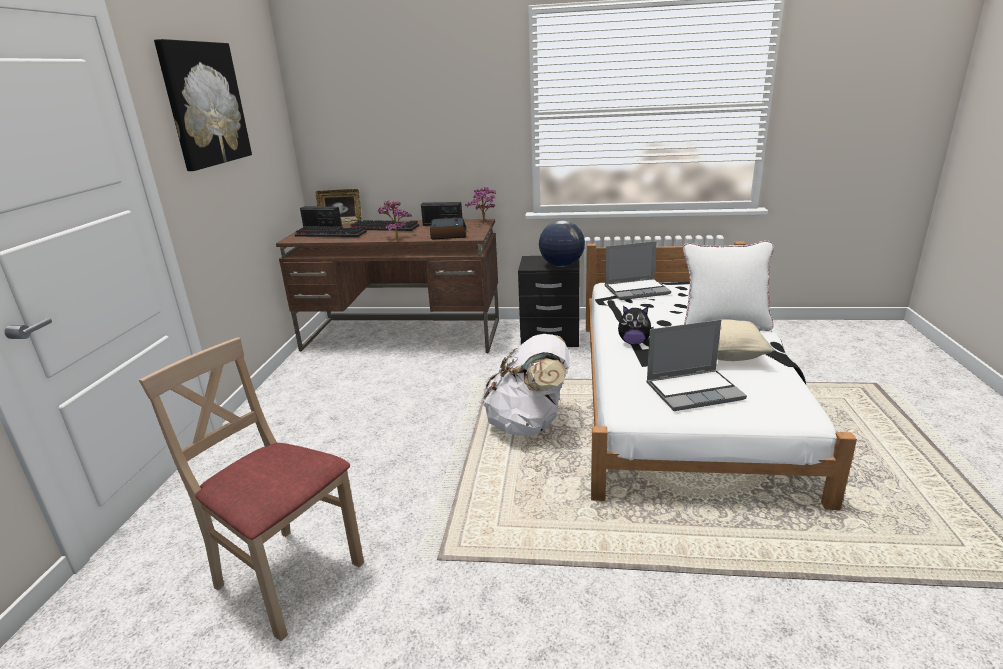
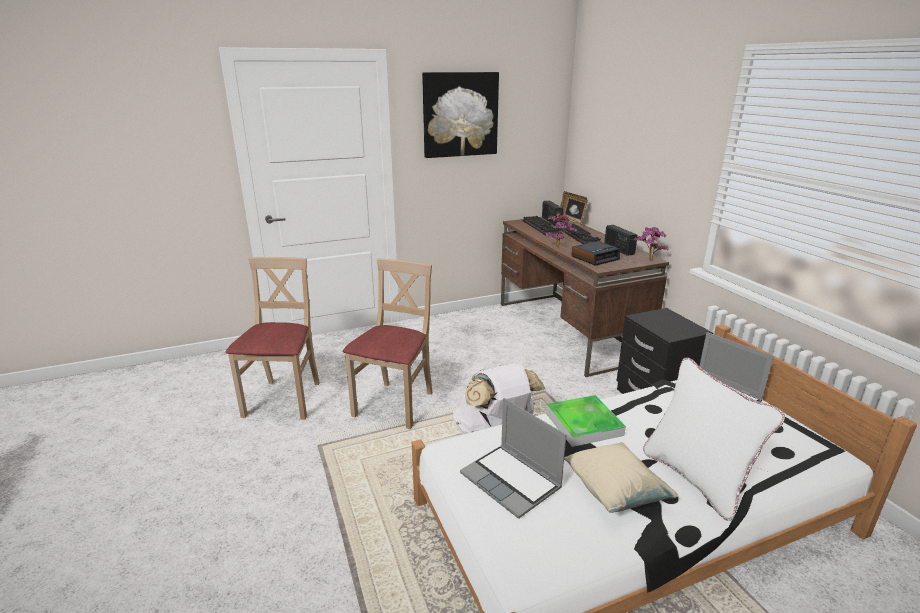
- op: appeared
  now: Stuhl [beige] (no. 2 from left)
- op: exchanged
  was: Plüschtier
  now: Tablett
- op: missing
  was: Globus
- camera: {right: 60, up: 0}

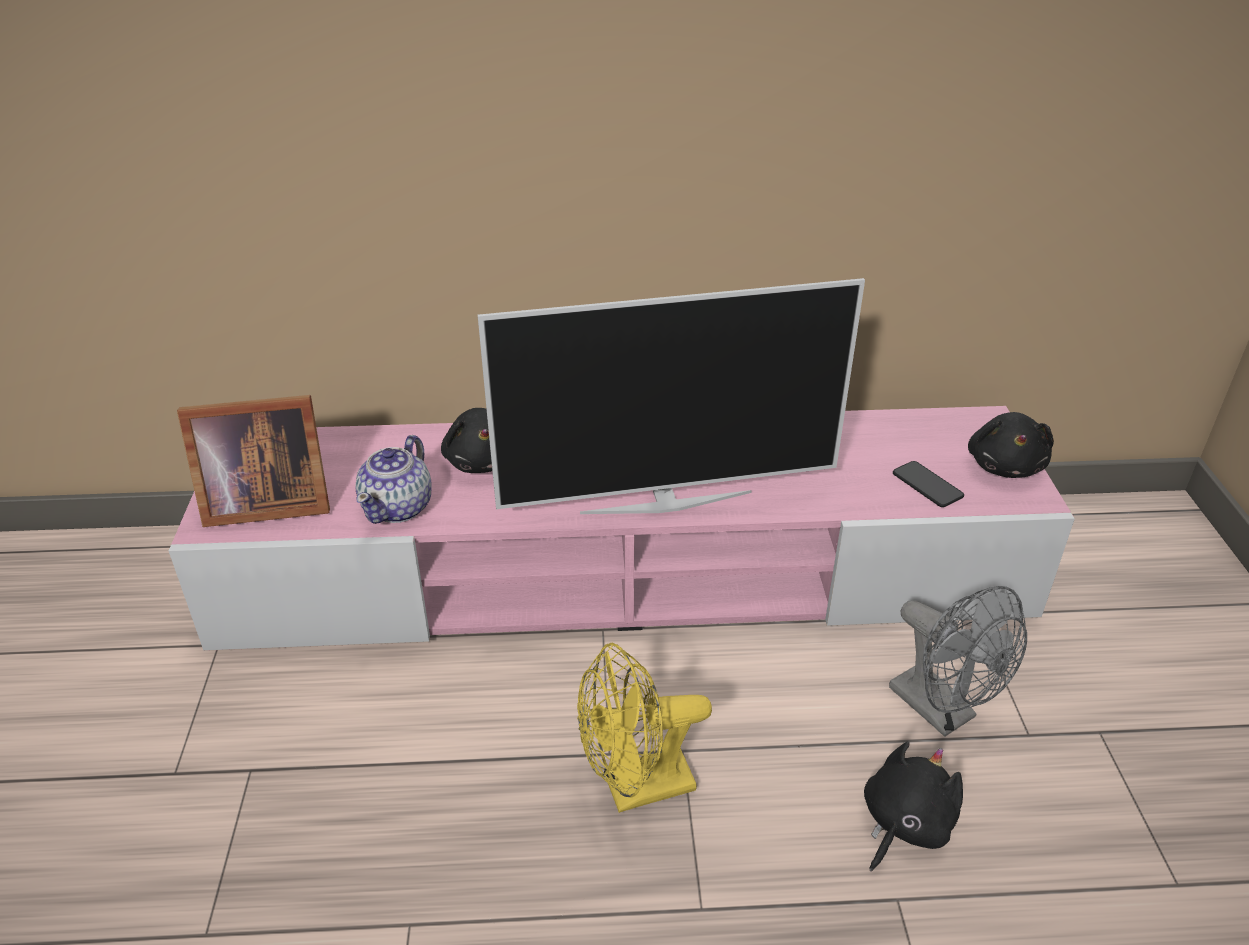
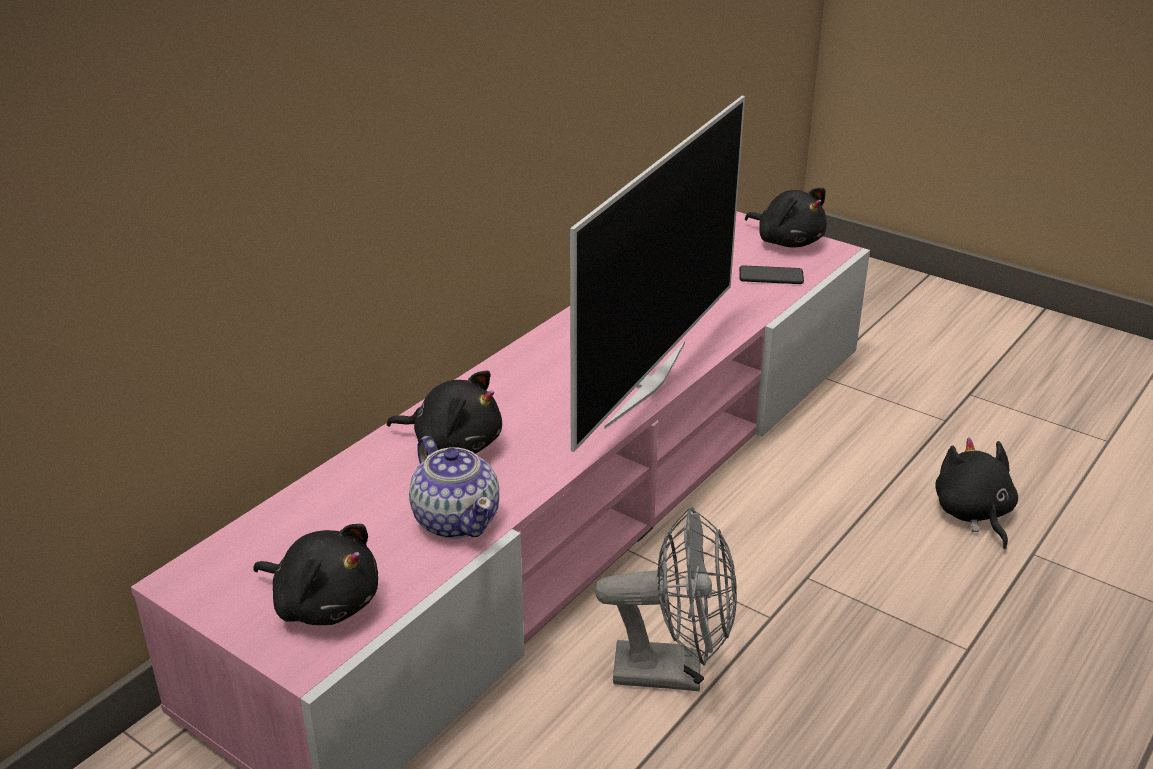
- op: exchanged
  was: Bilderrahmen
  now: Plüschtier [schwarz] (no. 1 from left)
- op: relocated
  was: Ventilator [grau]
- op: missing
  was: Ventilator [gelb]
- camera: {right: -50, up: -5}

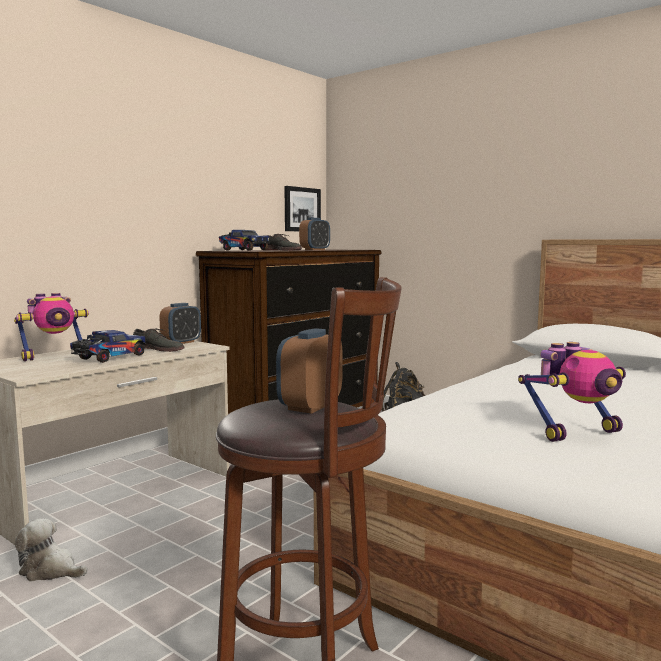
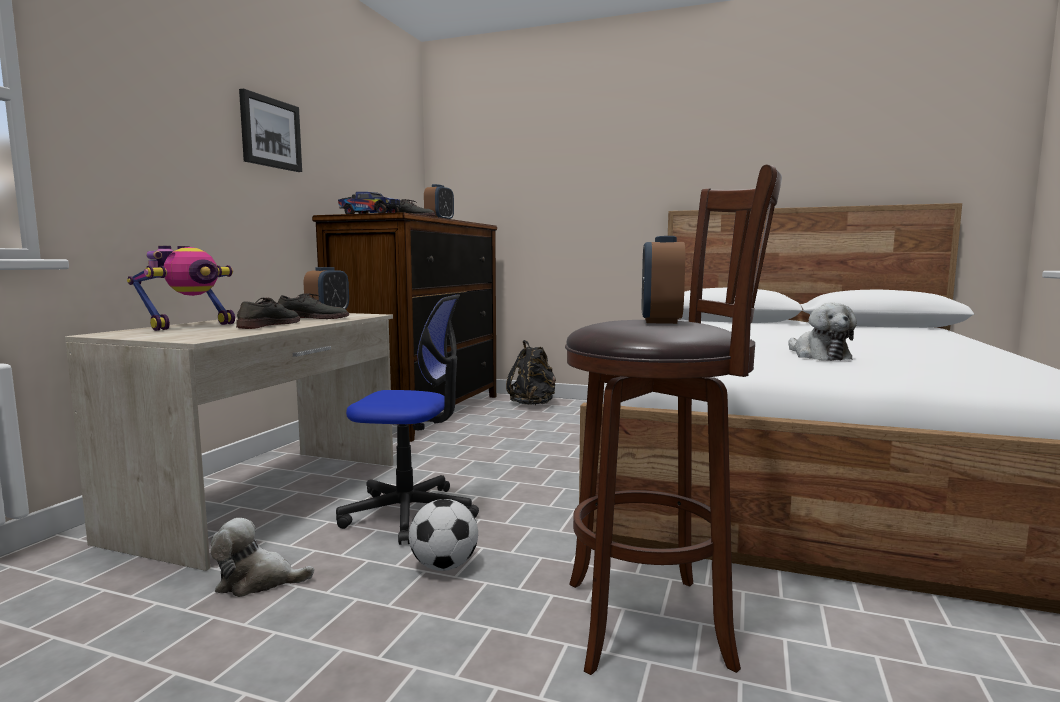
- op: exchanged
  was: Spielzeuglaster (no. 1 from left)
  now: Schuh [grau] (no. 1 from left)
- op: relocated
  was: Bild
- op: appeared
  now: Bürostuhl
- op: appeared
  now: Fußball
- op: exchanged
  was: Spielzeugroboter (no. 2 from left)
  now: Plüschtier (no. 2 from left)
- camera: {right: -20, up: 0}

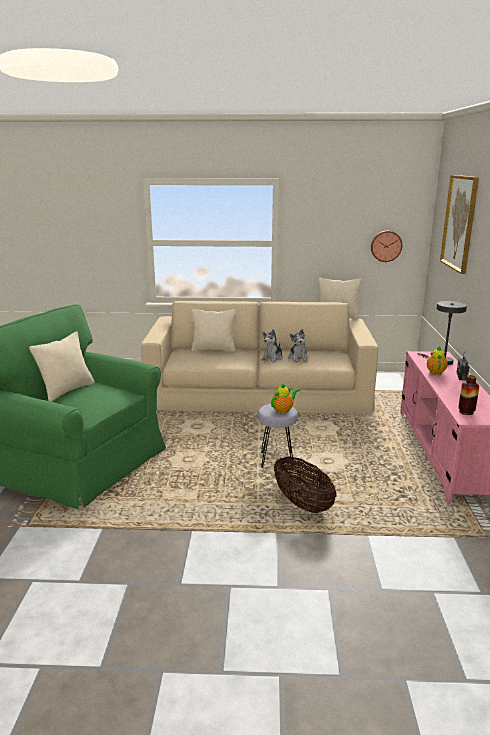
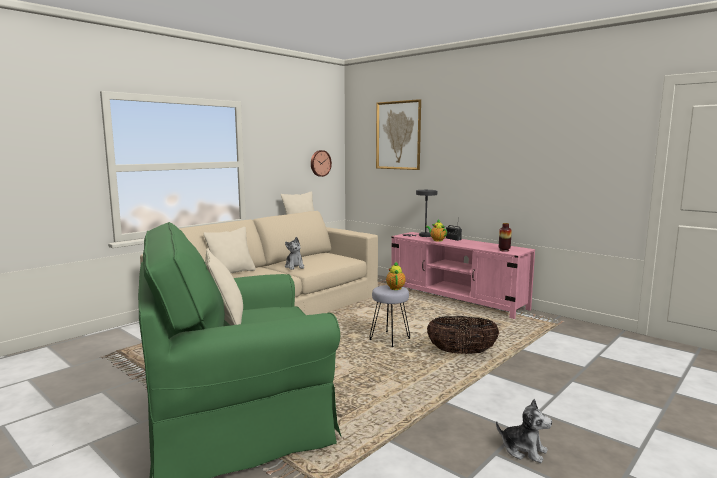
- op: relocated
  was: Plüschtier (no. 2 from left)
- camera: {right: -50, up: -10}

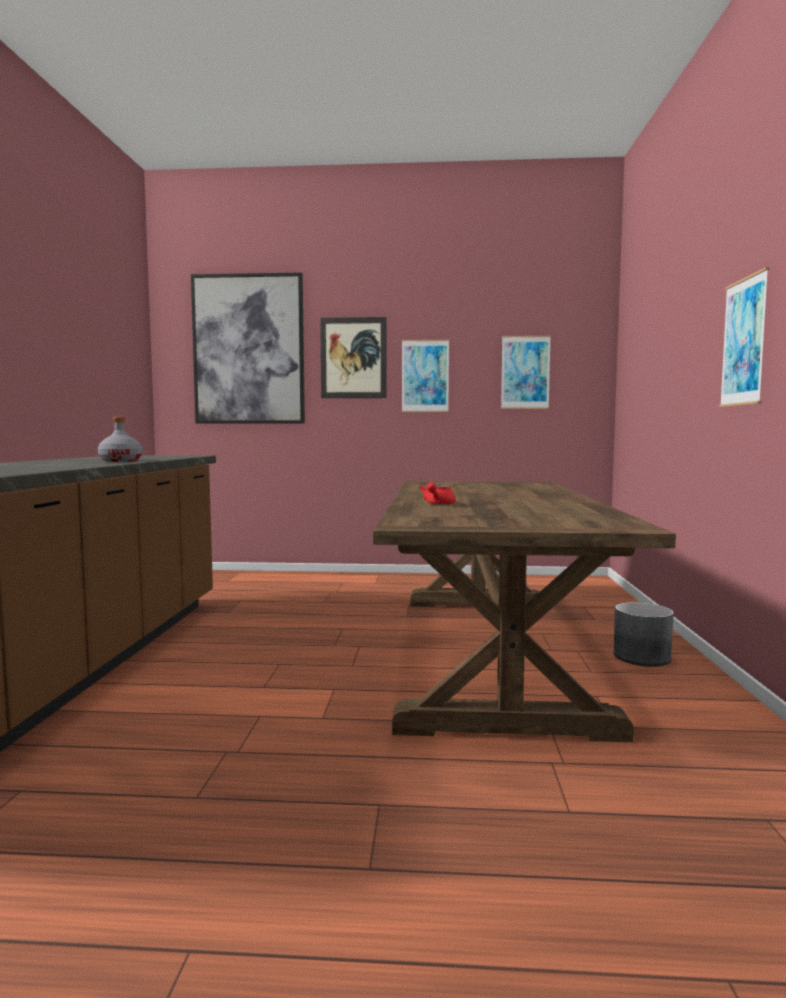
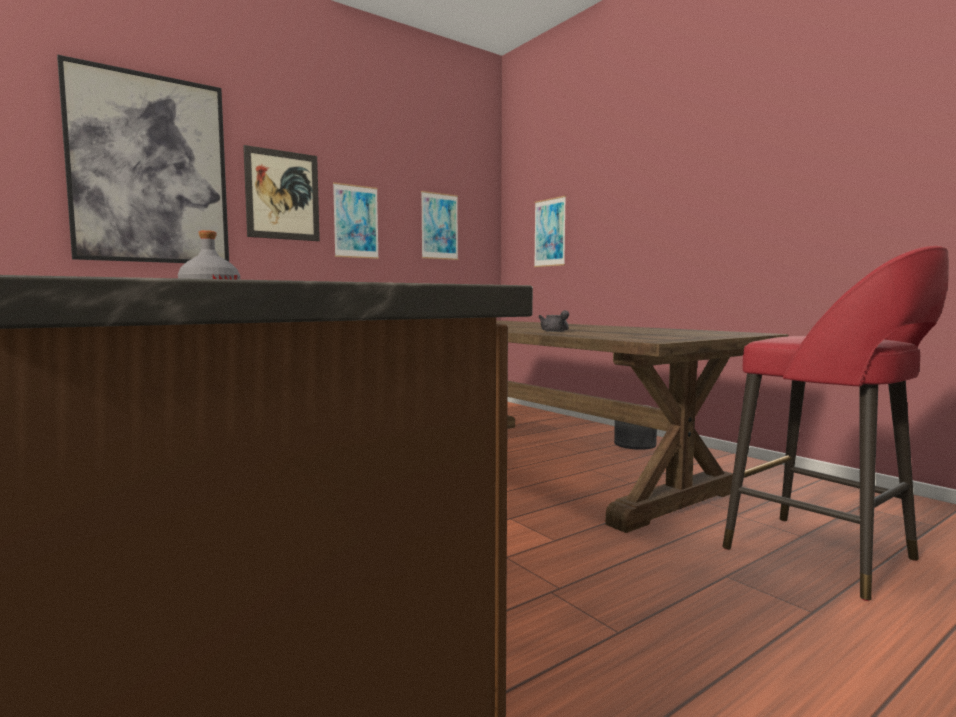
- op: relocated
  was: Bild (no. 5 from left)
- op: colour
  was: Teekanne [rot]
  now: Teekanne [grau]
- op: appeared
  now: Hocker [rot]
- camera: {right: -40, up: 0}

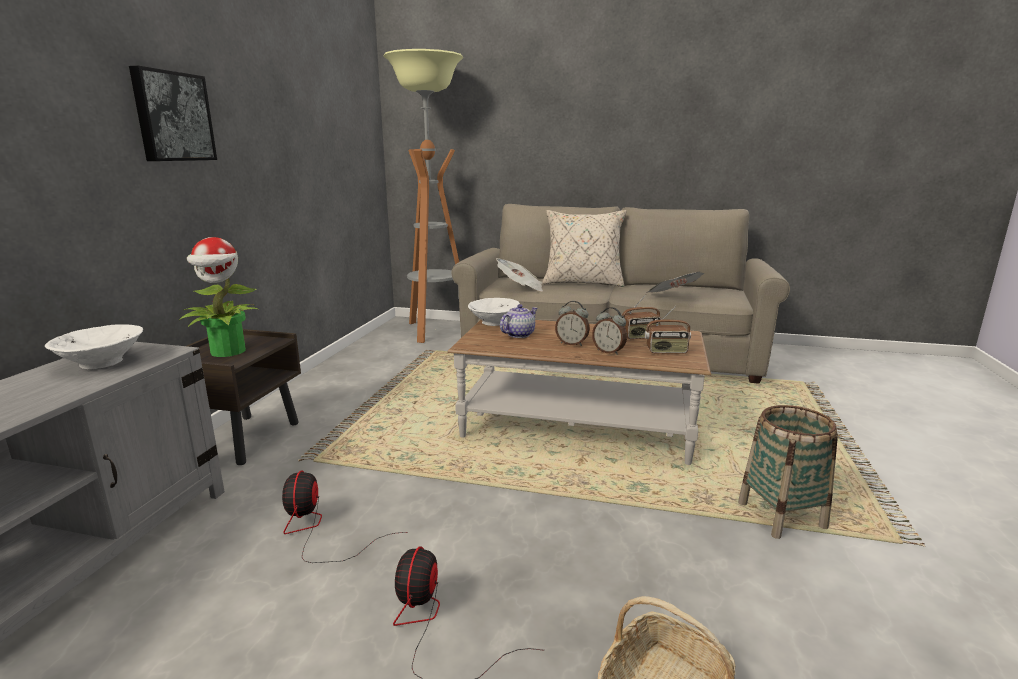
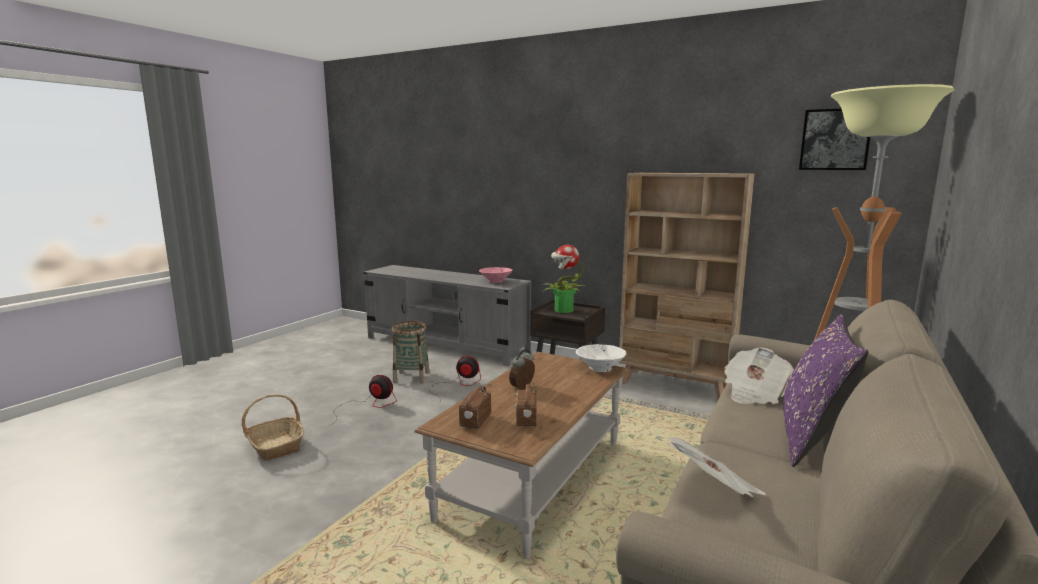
- op: relocated
  was: Korb (no. 2 from left)
- op: colour
  was: Schüssel [weiß] (no. 1 from left)
  now: Schüssel [rosa]
- op: appeared
  now: Bücherregal [beige]
- op: colour
  was: Kissen [beige]
  now: Kissen [lila]
- op: relocated
  was: Bild
- op: missing
  was: Teekanne
- op: missing
  was: Wecker (no. 2 from left)
- camera: {right: 105, up: -5}

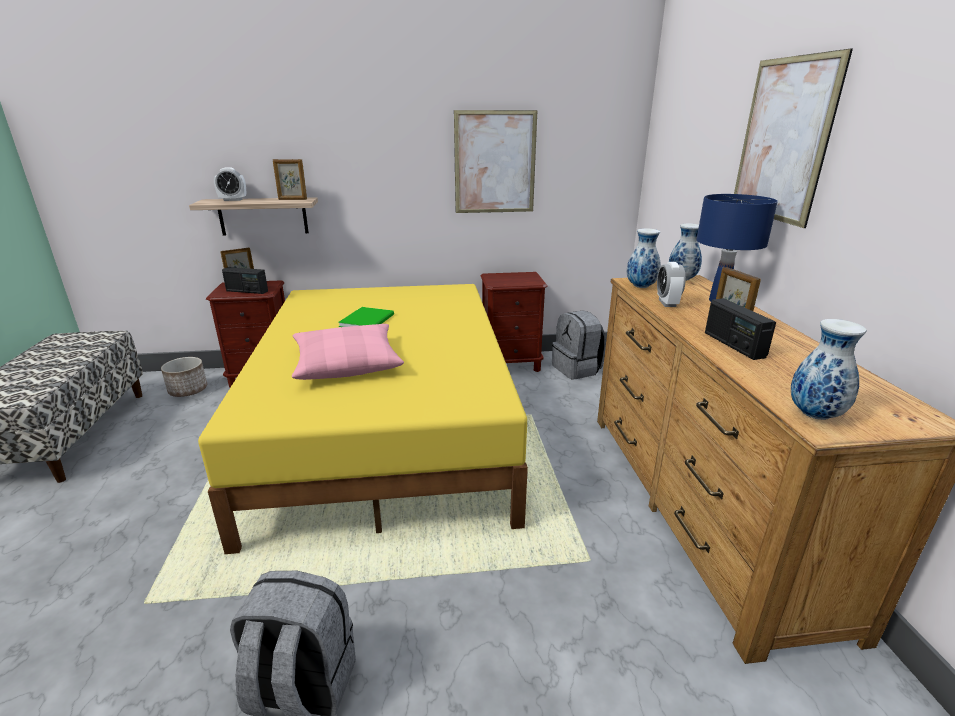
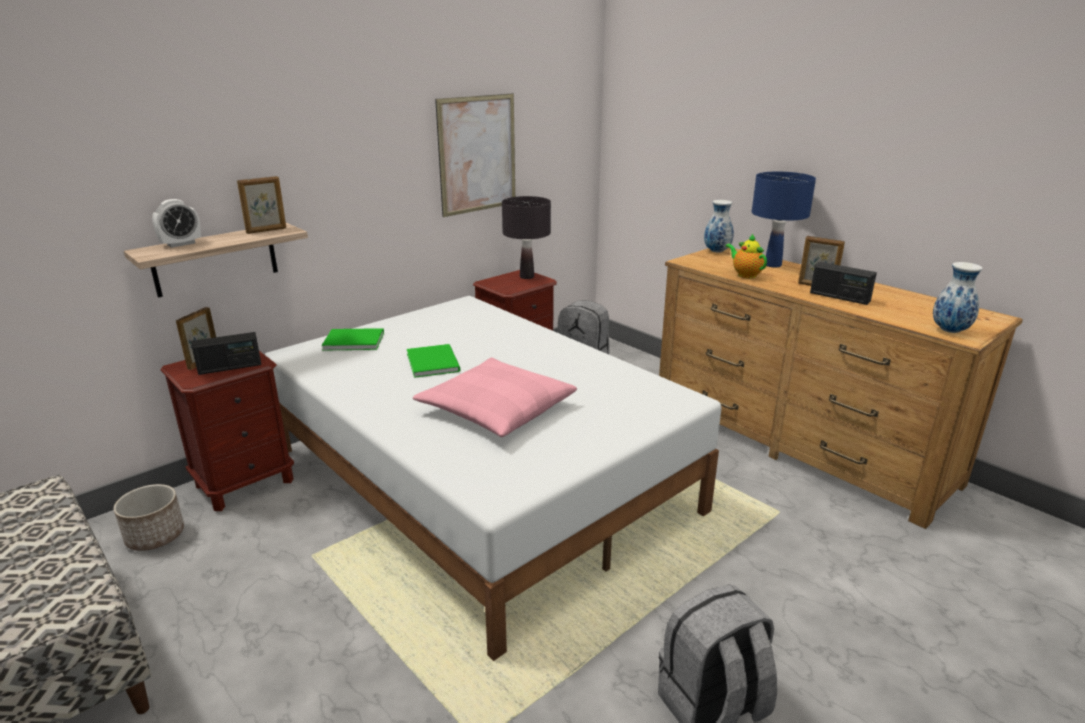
- op: colour
  was: Bett [gelb]
  now: Bett [weiß]
- op: appeared
  now: Buch [grün] (no. 1 from left)
- op: appeared
  now: Tischlampe [schwarz]
- op: exchanged
  was: Wecker (no. 2 from left)
  now: Teekanne
- op: missing
  was: Vase (no. 1 from left)
- op: missing
  was: Bild (no. 2 from left)
- camera: {right: -35, up: 0}

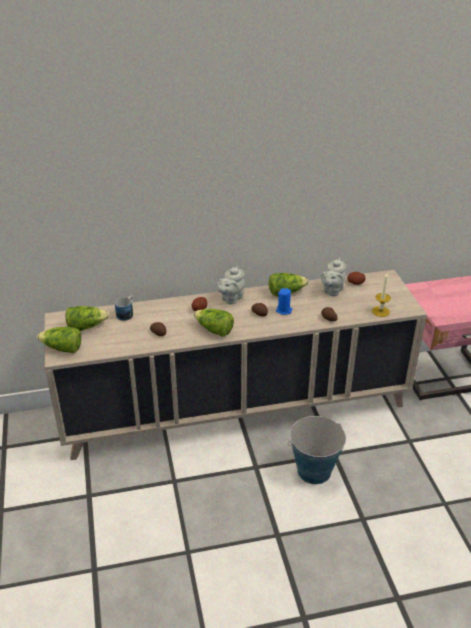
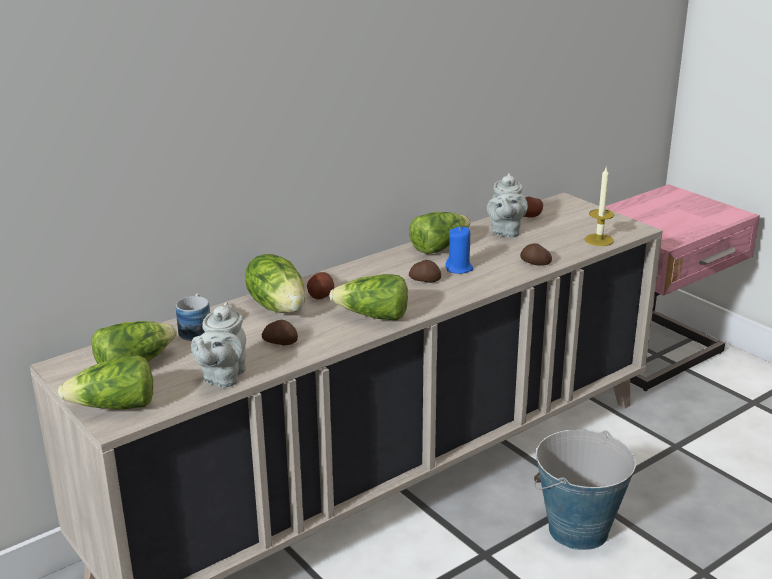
- op: relocated
  was: Teekanne [grau] (no. 1 from left)
- op: appeared
  now: Salatkopf (no. 3 from left)
- camera: {right: -25, up: -10}

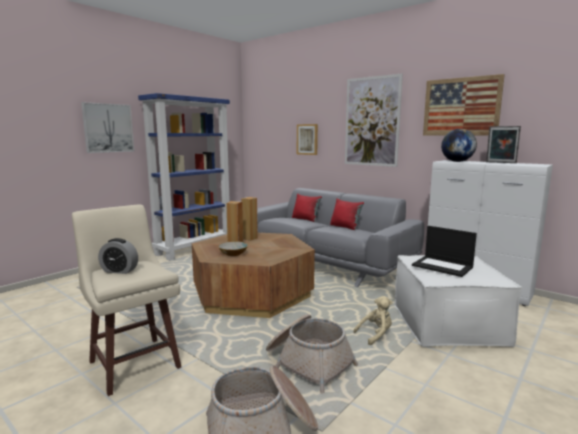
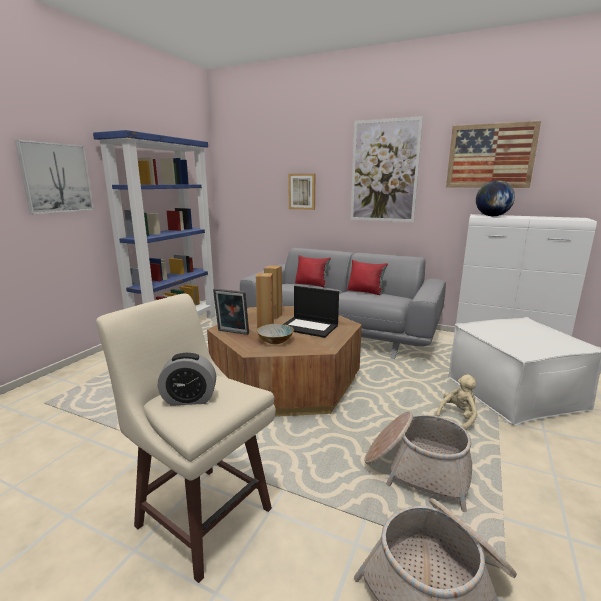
- op: relocated
  was: Bilderrahmen
- op: relocated
  was: Laptop
- camera: {right: -15, up: 5}

